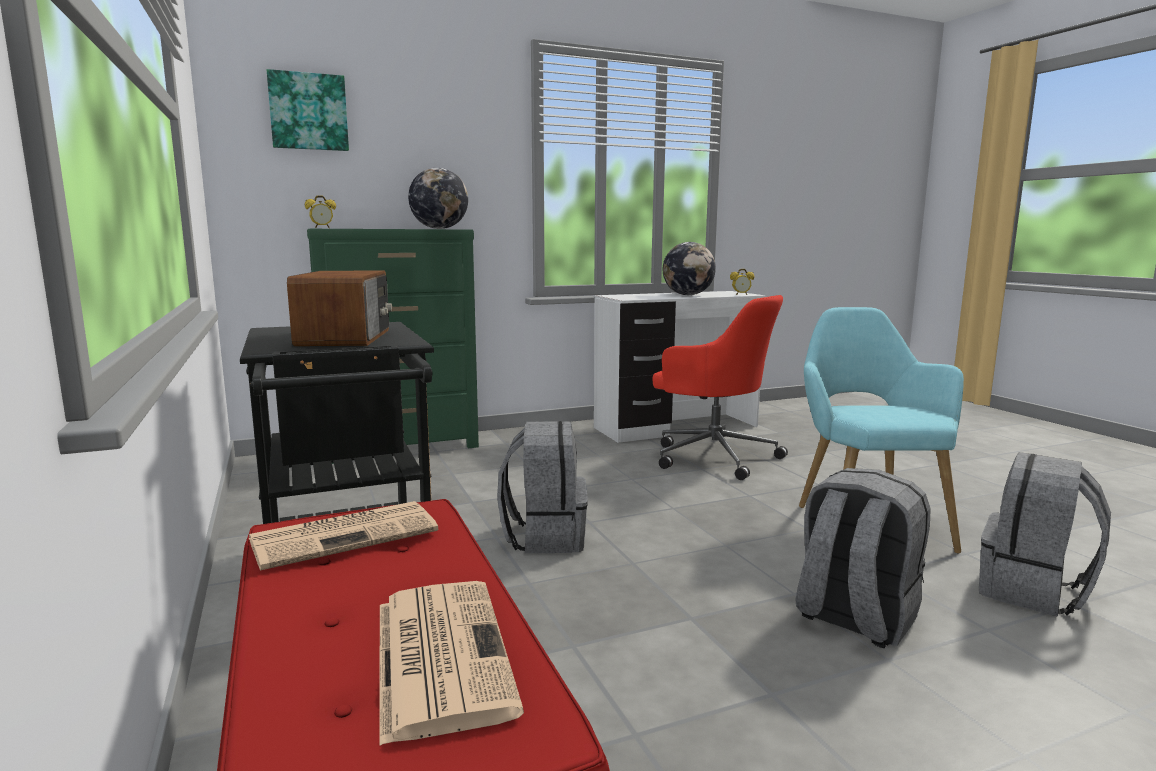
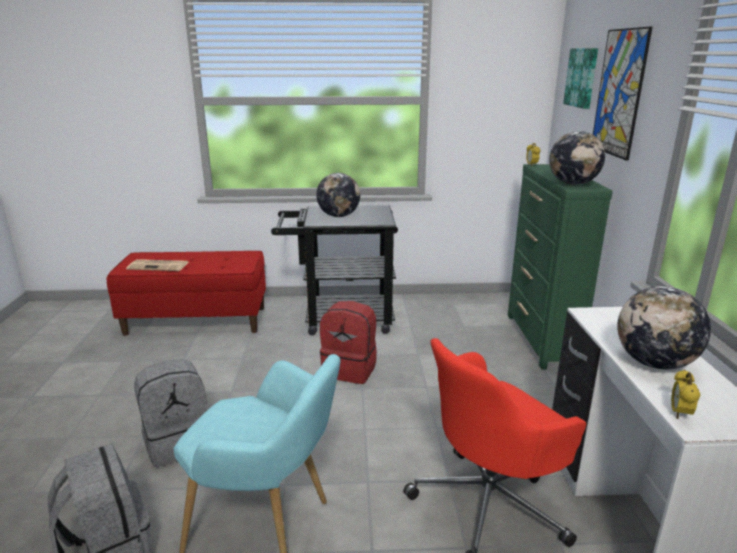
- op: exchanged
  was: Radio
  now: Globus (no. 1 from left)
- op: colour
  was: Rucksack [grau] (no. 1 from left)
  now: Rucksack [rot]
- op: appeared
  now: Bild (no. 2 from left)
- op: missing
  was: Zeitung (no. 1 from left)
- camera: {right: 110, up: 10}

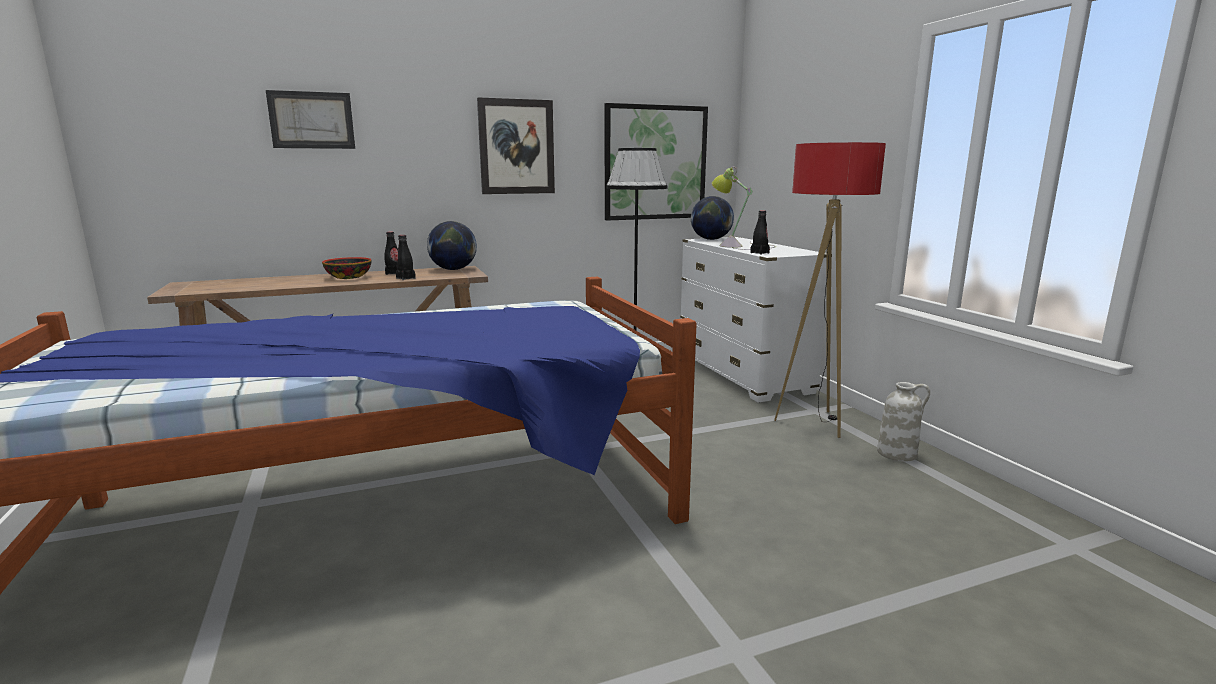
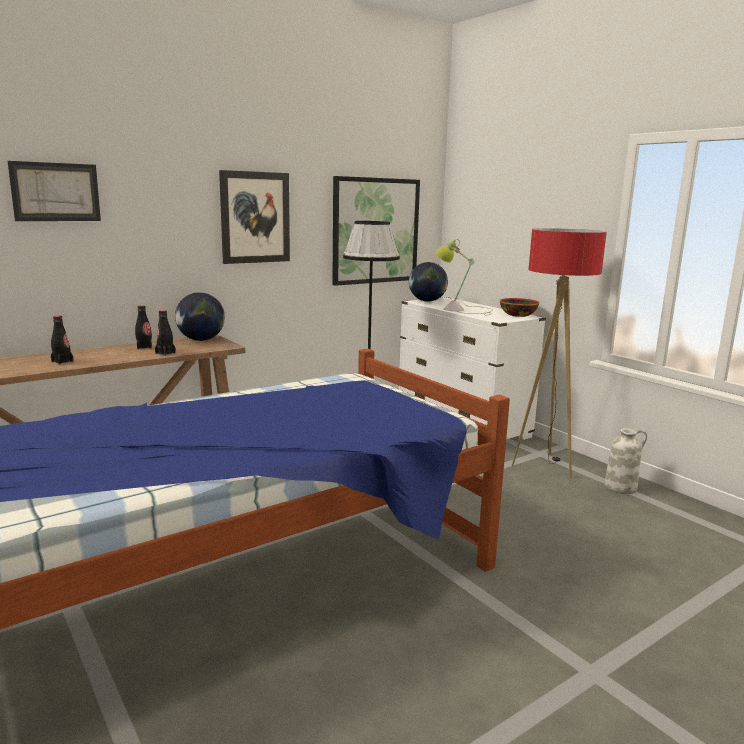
- op: relocated
  was: Flasche [schwarz] (no. 3 from left in the first image)
  now: Flasche [schwarz] (no. 1 from left)
- op: relocated
  was: Schüssel
- camera: {right: -15, up: 0}

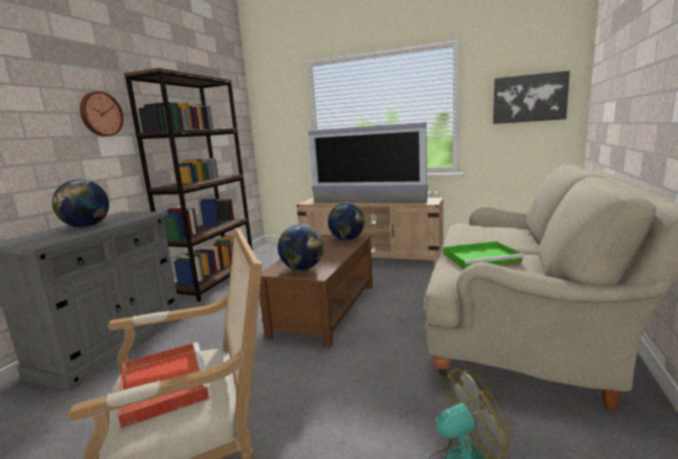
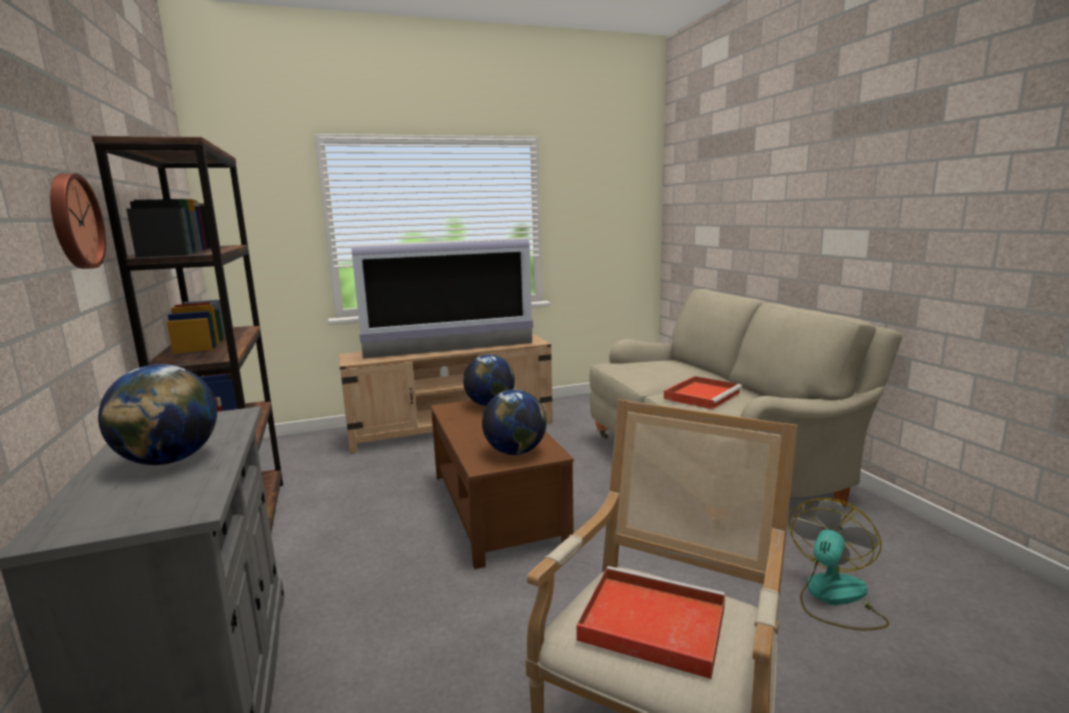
- op: colour
  was: Tablett [grün]
  now: Tablett [rot] (no. 2 from left)
- op: missing
  was: Bild
- camera: {right: -40, up: 0}

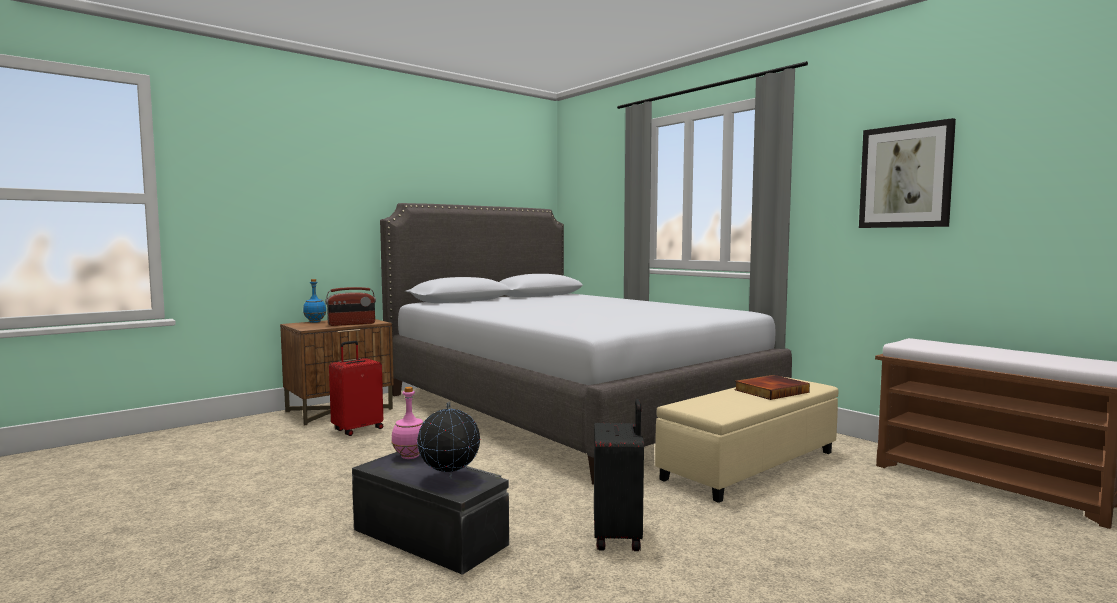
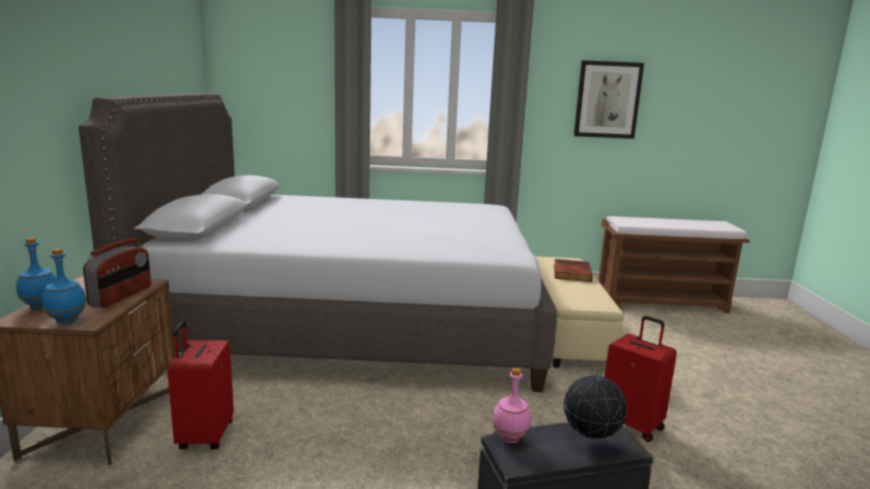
- op: appeared
  now: Flasche [blau] (no. 2 from left)
- op: colour
  was: Koffer [schwarz]
  now: Koffer [rot] (no. 2 from left)
- camera: {right: -50, up: 10}

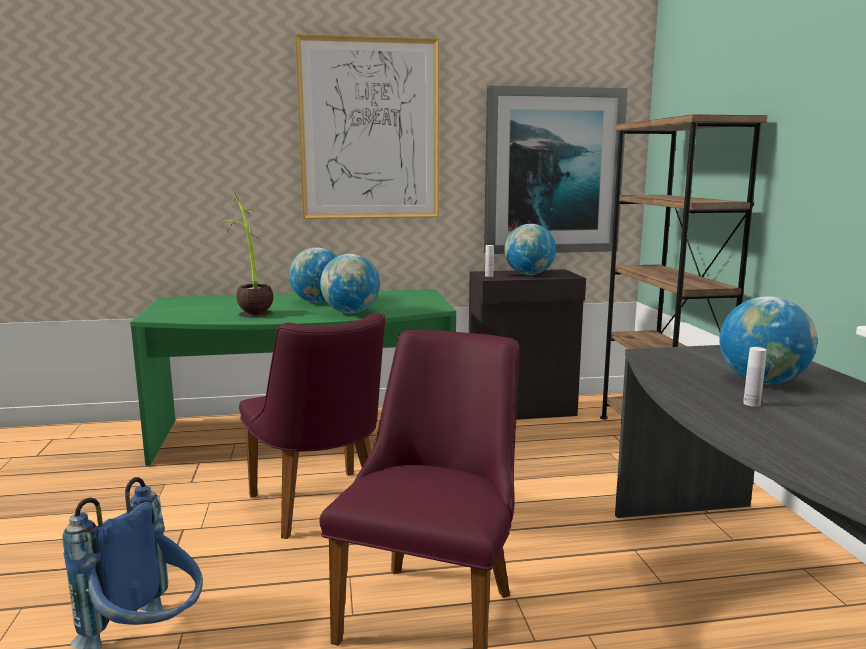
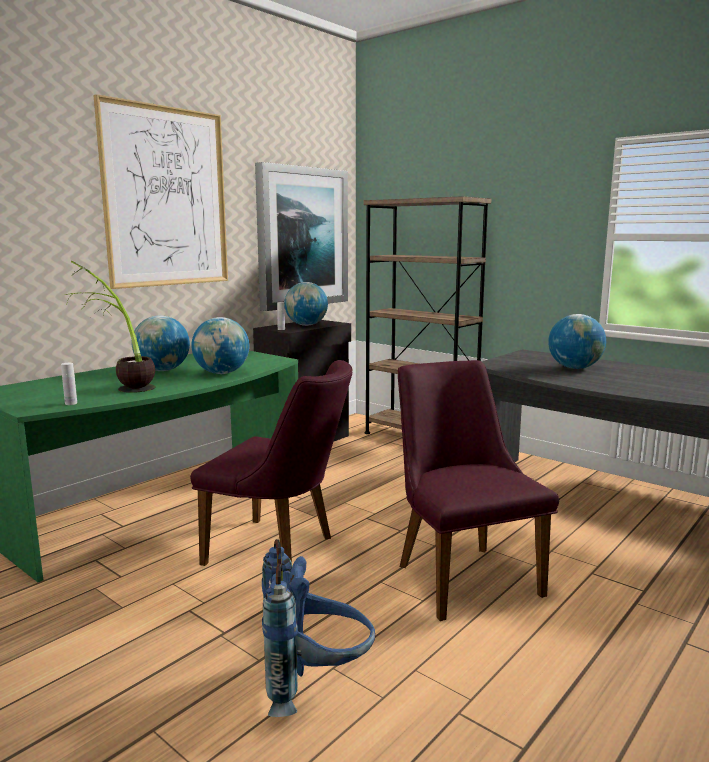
- op: relocated
  was: Flasche [weiß] (no. 2 from left in the first image)
  now: Flasche [weiß] (no. 1 from left)
- camera: {right: -40, up: 0}

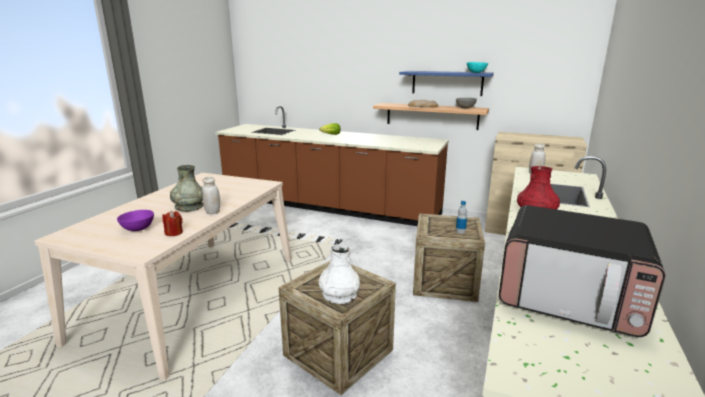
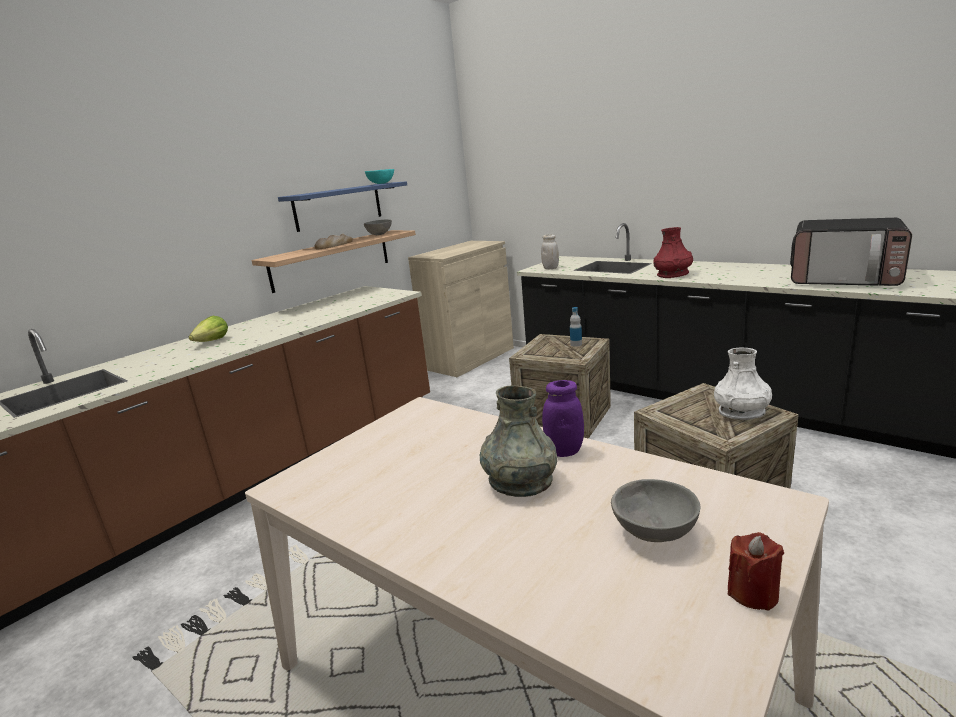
- op: colour
  was: Vorratsglas [weiß] (no. 1 from left)
  now: Vorratsglas [lila]
- op: colour
  was: Schüssel [lila]
  now: Schüssel [grau] (no. 2 from left)
- op: relocated
  was: Kerze [rot]
- op: spun
  was: Mikrowelle
  clockwise: 75
- camera: {right: -70, up: 0}

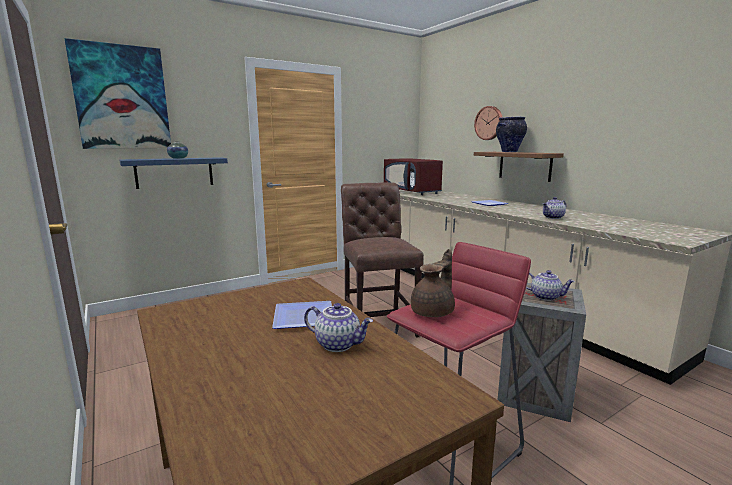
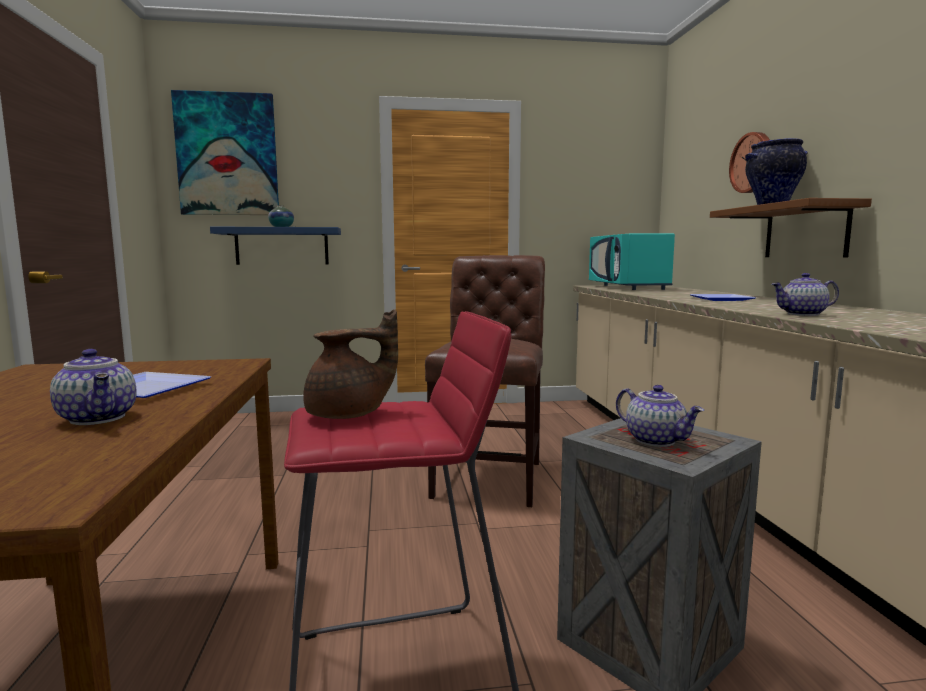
- op: colour
  was: Mikrowelle [rot]
  now: Mikrowelle [türkis]
- camera: {right: 25, up: -5}

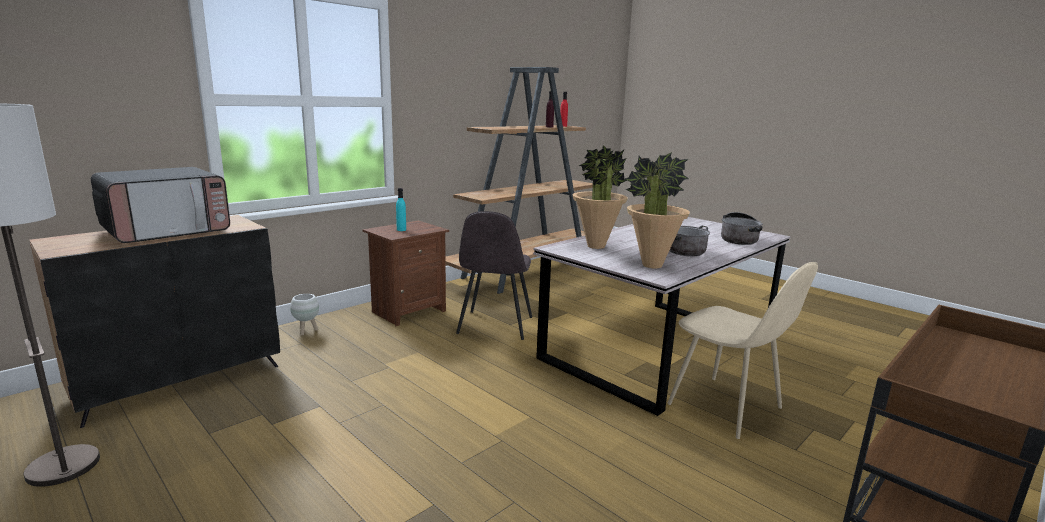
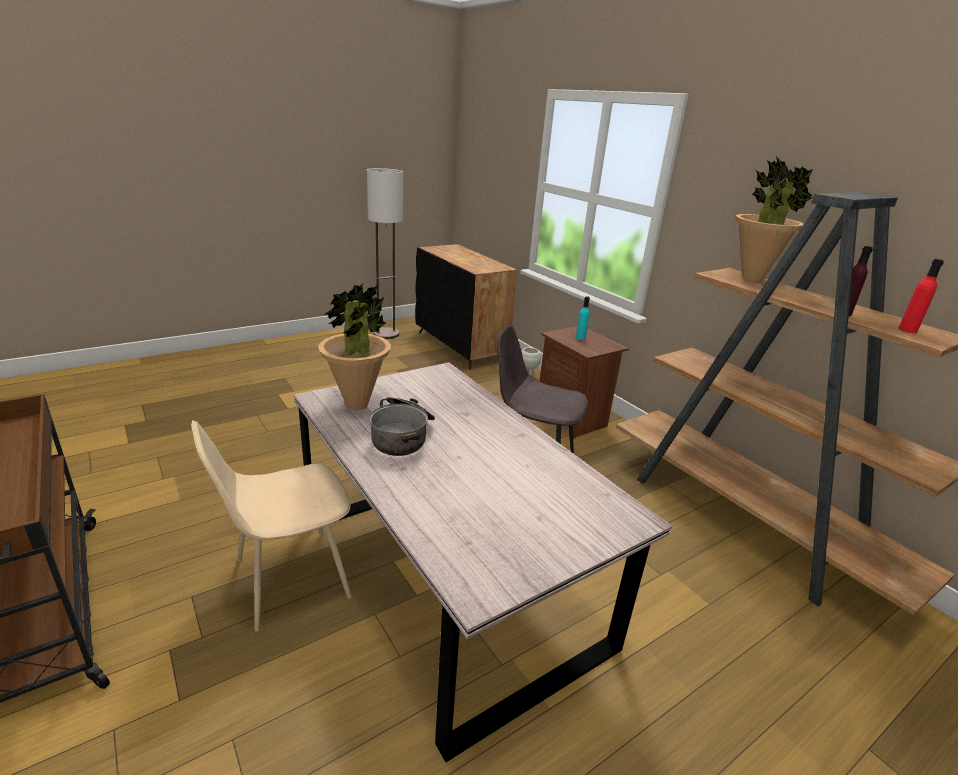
- op: relocated
  was: Topfpflanze (no. 1 from left in the first image)
  now: Topfpflanze (no. 2 from left)
- op: missing
  was: Mikrowelle
- op: missing
  was: Kochtopf (no. 2 from left)
- camera: {right: 100, up: 10}

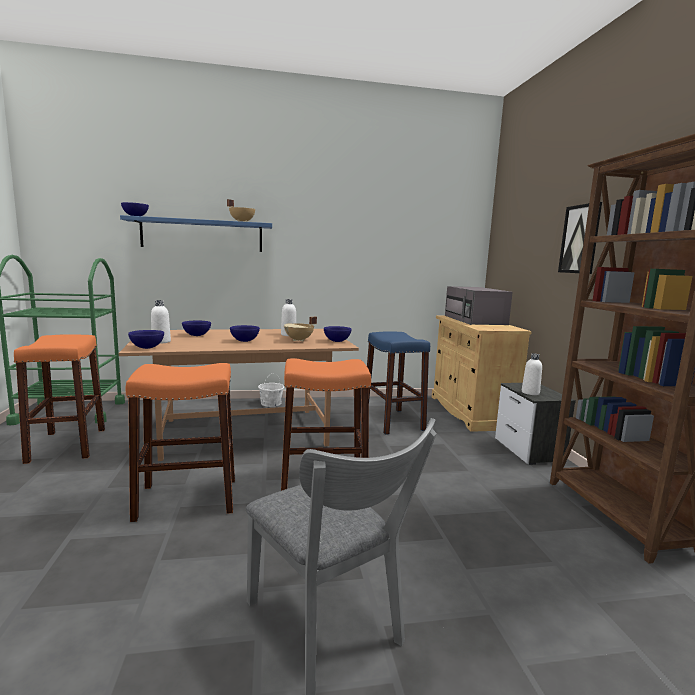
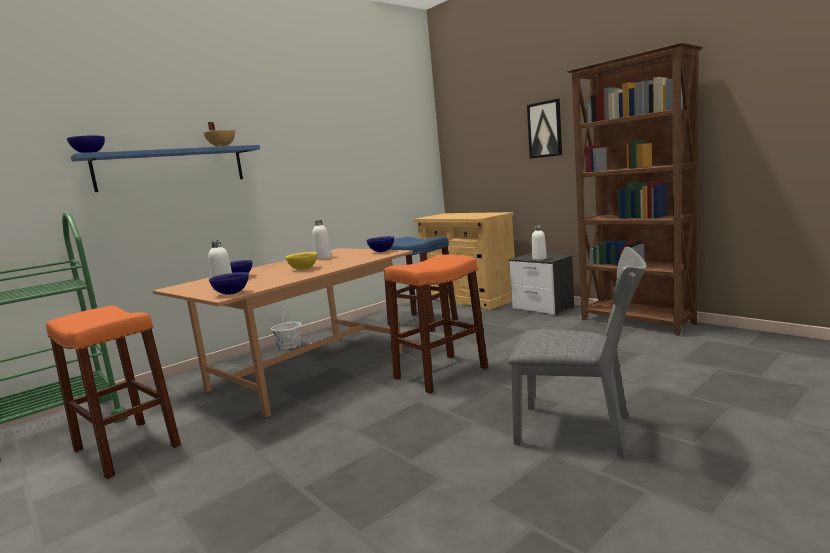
- op: colour
  was: Schüssel [blau] (no. 4 from left)
  now: Schüssel [gelb]
- op: missing
  was: Hocker [orange] (no. 2 from left)
- op: missing
  was: Kochtopf [beige] (no. 2 from left)
- op: missing
  was: Mikrowelle [grau]
- camera: {right: -30, up: 0}

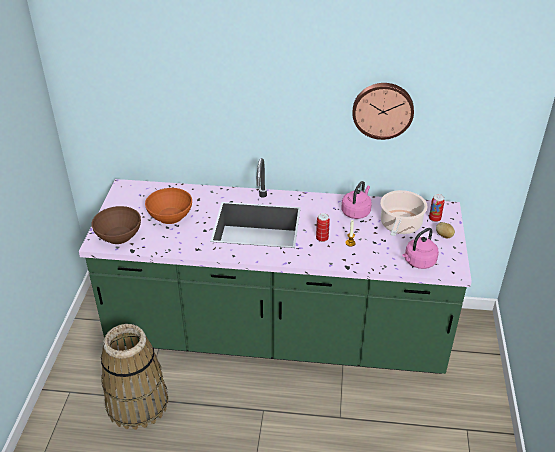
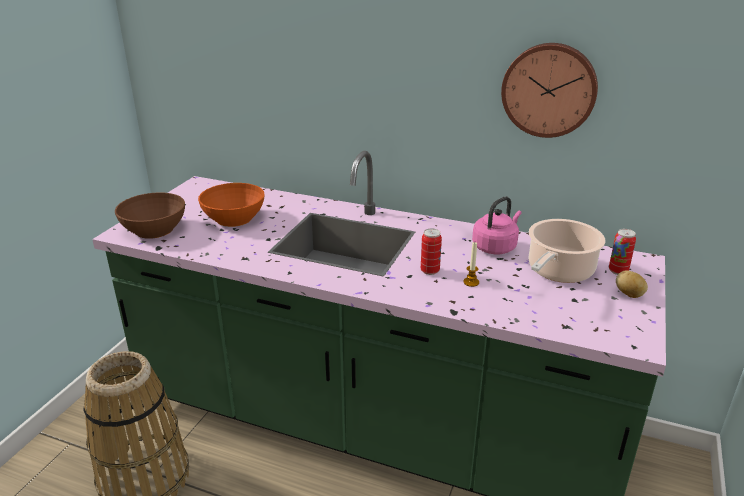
- op: missing
  was: Wasserkessel [rosa] (no. 2 from left)
- camera: {right: 15, up: -10}

